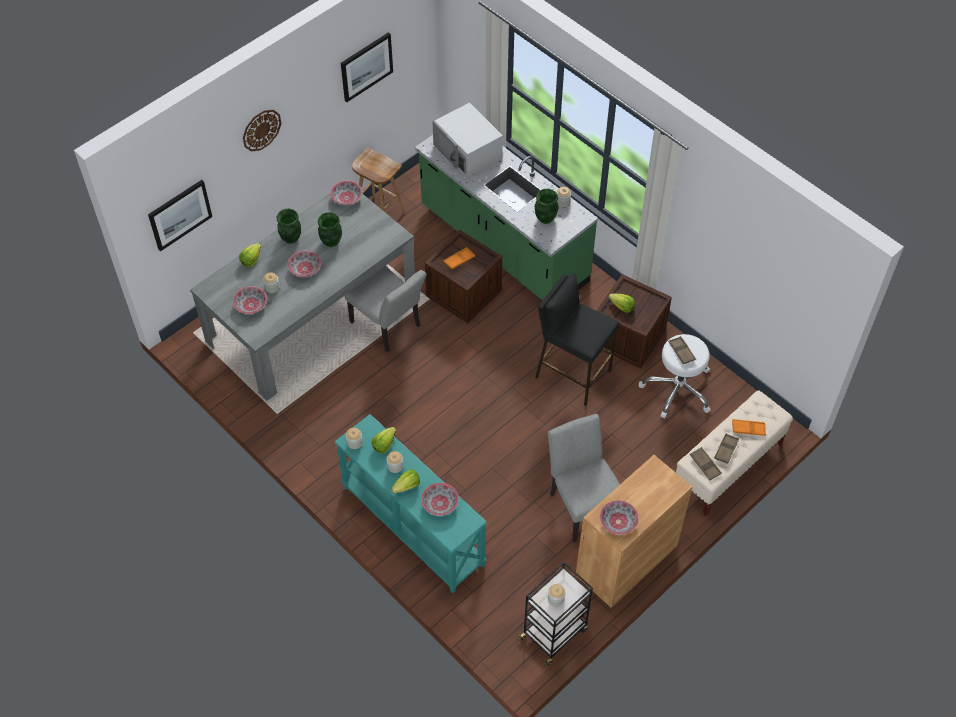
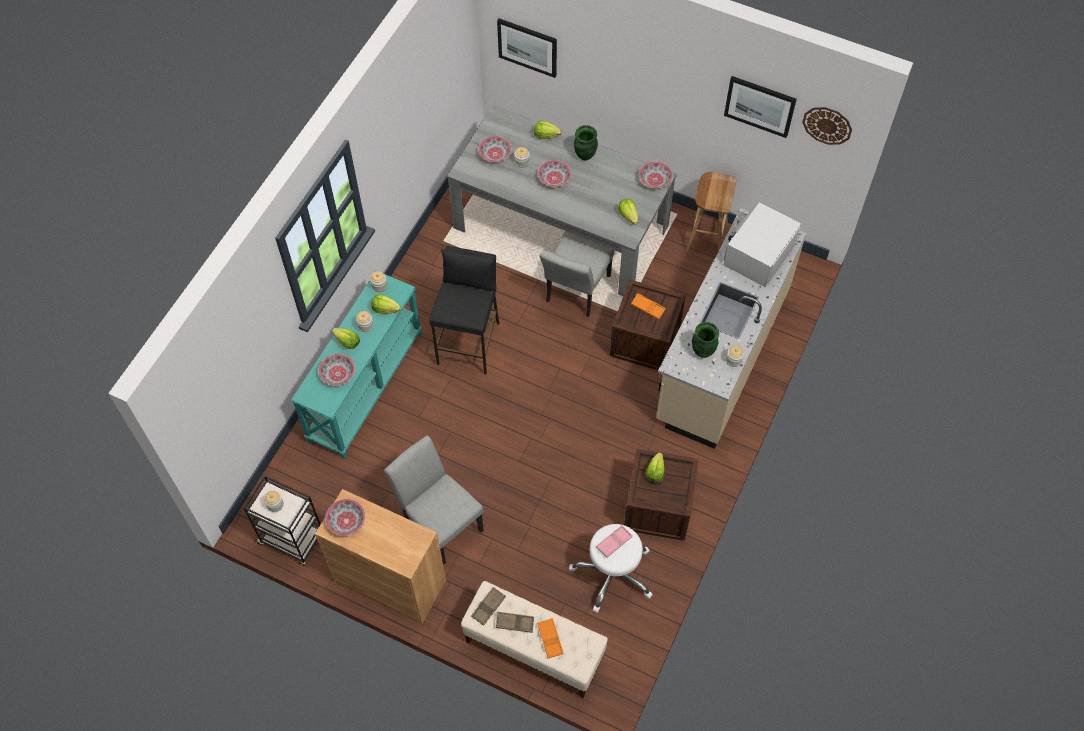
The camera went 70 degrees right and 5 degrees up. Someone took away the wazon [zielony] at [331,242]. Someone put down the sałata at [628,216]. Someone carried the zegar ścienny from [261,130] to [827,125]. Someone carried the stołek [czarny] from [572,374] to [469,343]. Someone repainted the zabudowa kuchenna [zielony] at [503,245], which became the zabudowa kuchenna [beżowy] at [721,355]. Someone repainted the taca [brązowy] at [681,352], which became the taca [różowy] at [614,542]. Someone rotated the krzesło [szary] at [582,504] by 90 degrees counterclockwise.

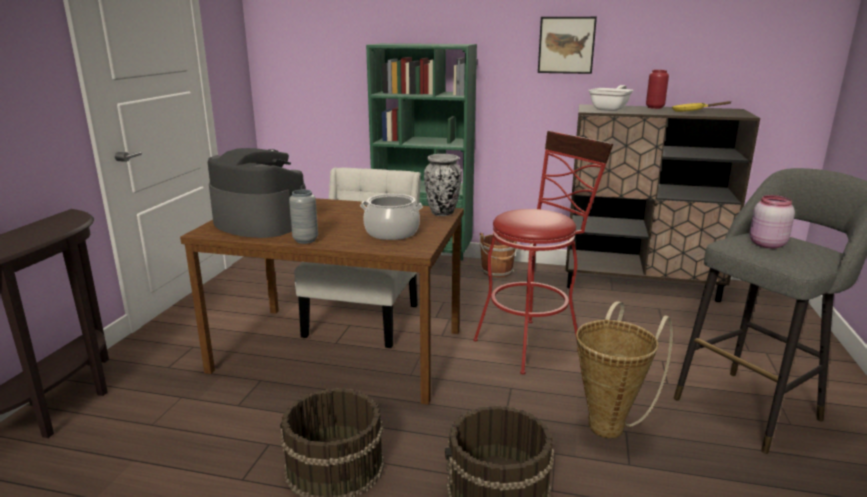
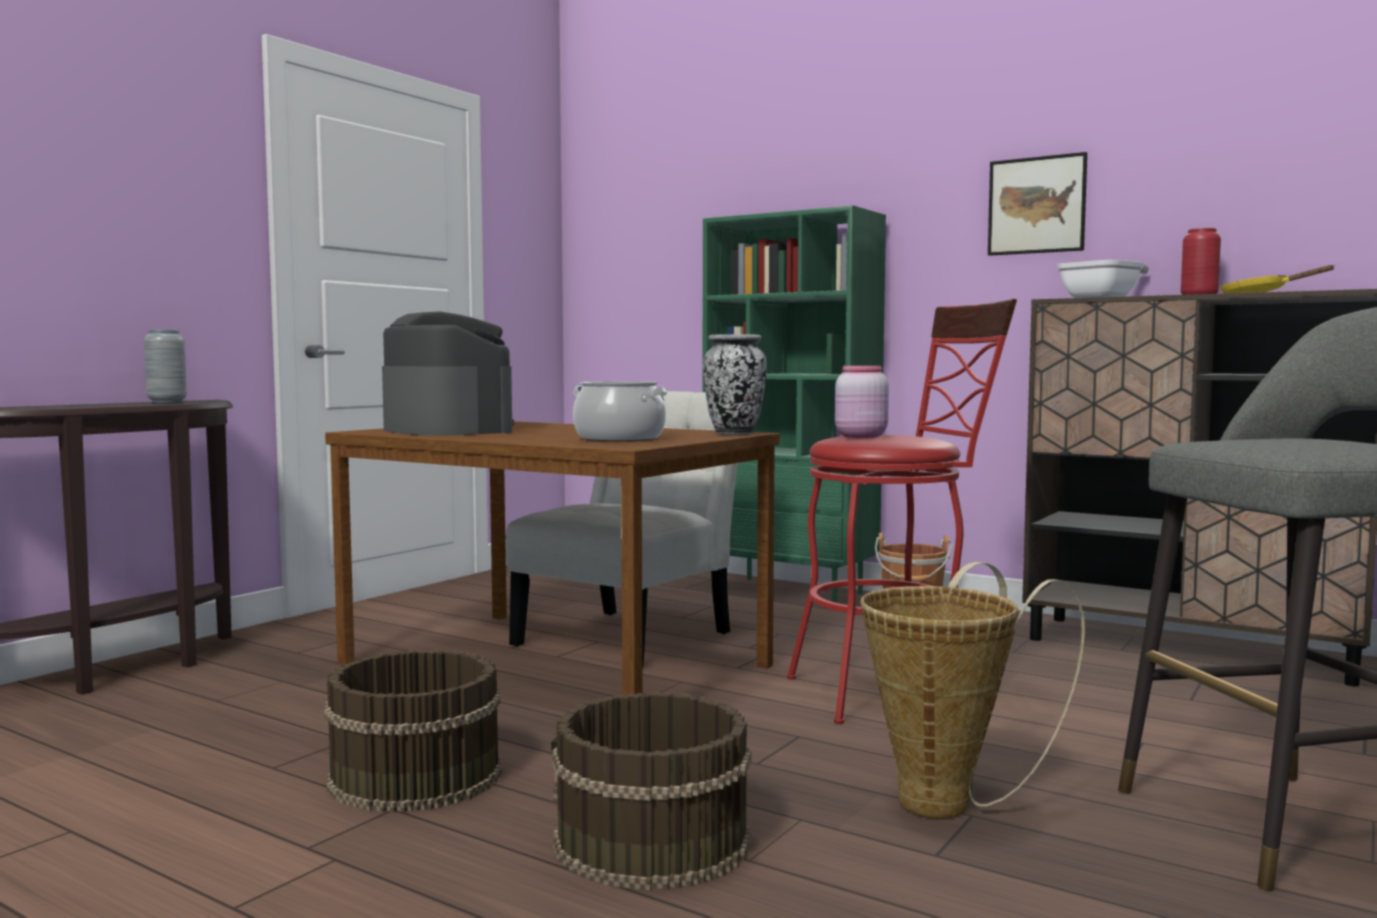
The camera went 20 degrees right and 15 degrees down. Someone carried the wazon [szary] from [305,240] to [167,402]. Someone carried the słoik [różowy] from [766,244] to [859,436].

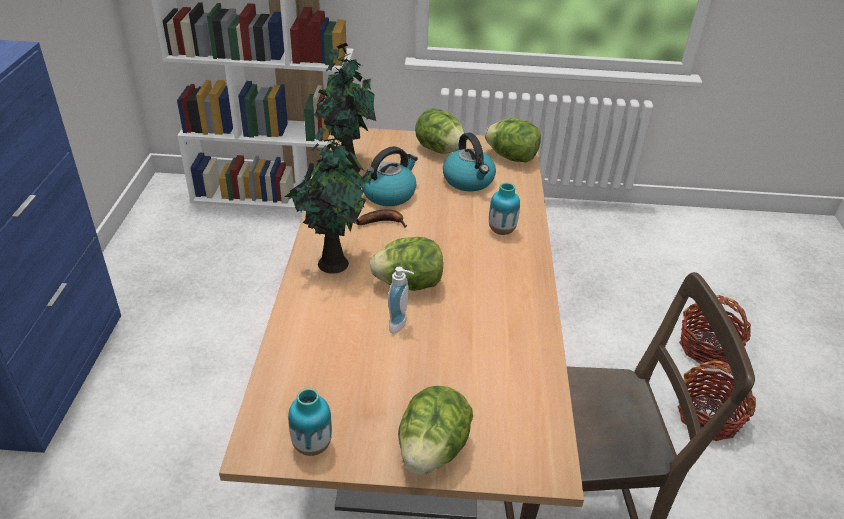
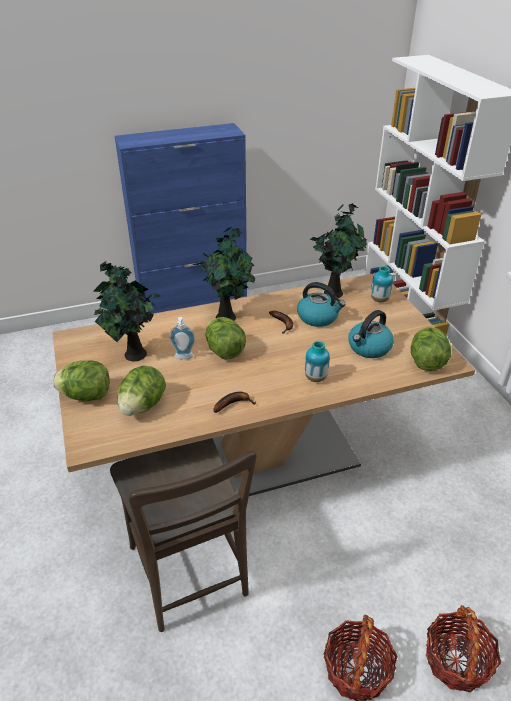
The camera went 70 degrees right and 0 degrees up. Someone put down the roślina doniczkowa at [133,355]. Someone put down the banan at [233,403]. Someone carried the wazon from [312,445] to [379,300]. Someone carried the sałata from [439,150] to [143,405].

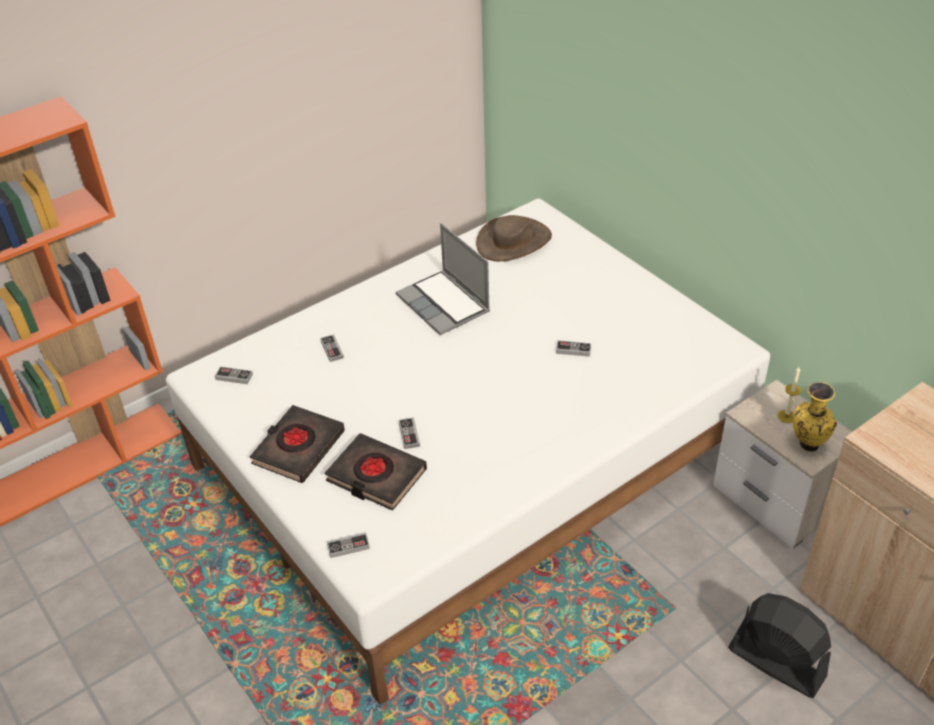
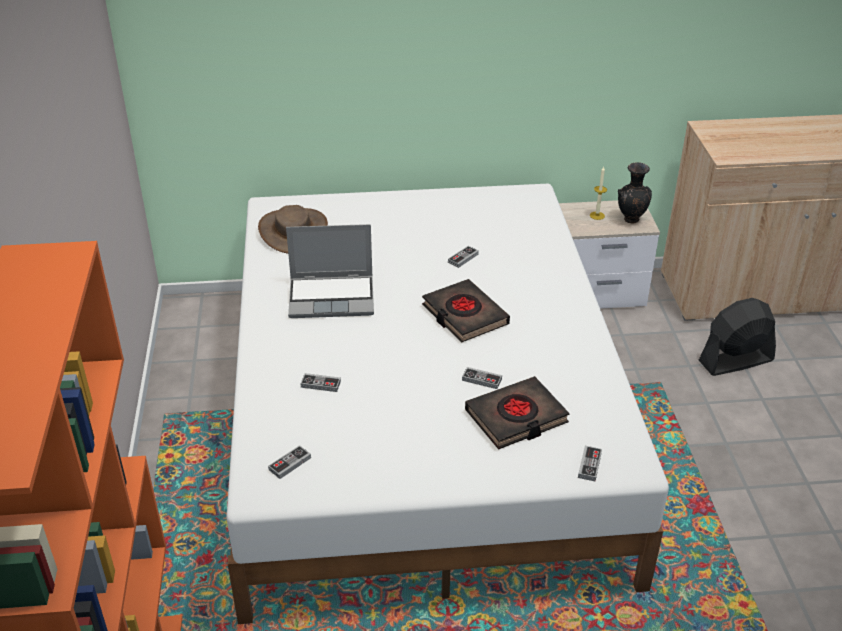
The camera went 60 degrees left and 5 degrees down. Someone carried the książka [czarny] from [298,448] to [464,315]. Someone repainted the wazon [żółty] at [807,445], which became the wazon [czarny] at [630,220].

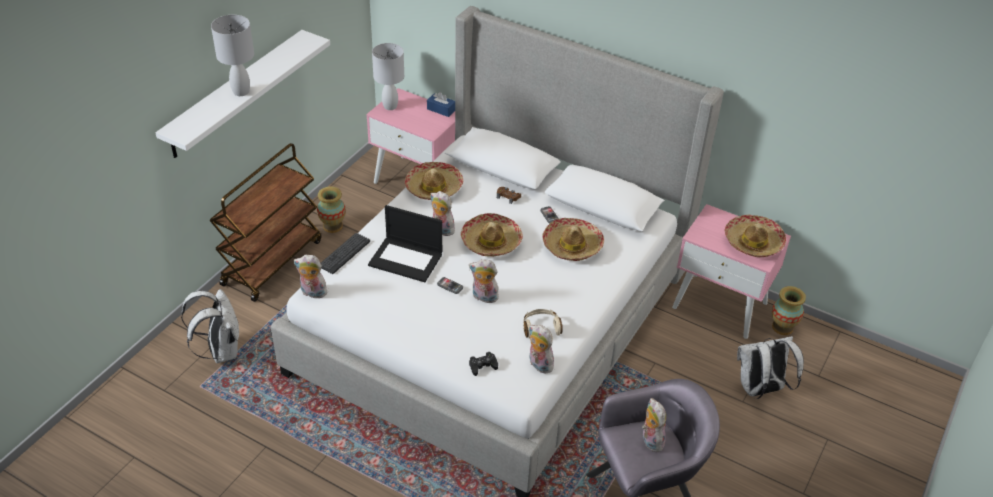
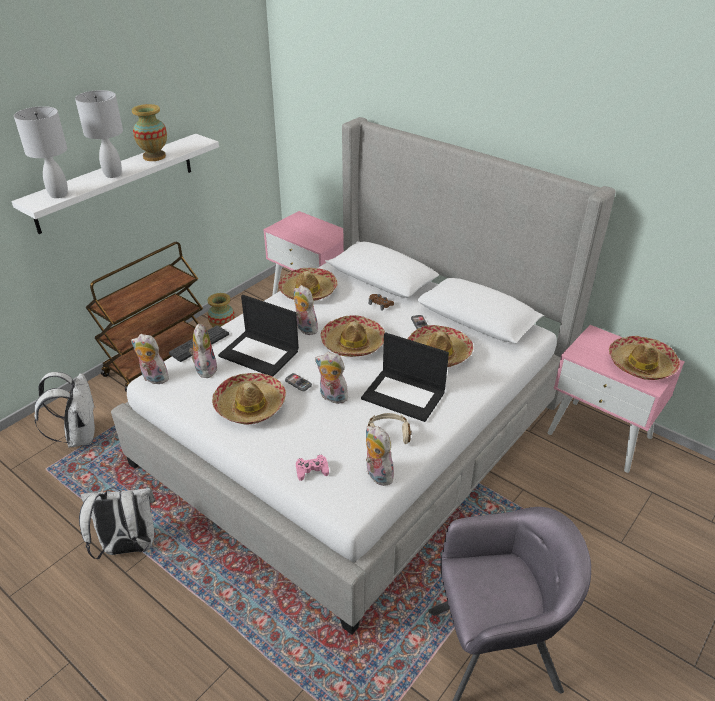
The camera went 10 degrees right and 5 degrees down. Someone took away the pudełko chusteczek [niebieski] at [441,109]. Someone put down the kapelusz at [250,405]. Someone put down the laptop at [404,395]. Someone carried the lampa stołowa [biały] from [390,107] to [58,195]. Someone carried the pluszak from [650,440] to [205,369]. Someone carried the plecak [biały] from [760,390] to [128,547]. Someone carried the wazon from [782,327] to [154,157]. Someone repainted the pad do gier [czarny] at [482,366], which became the pad do gier [różowy] at [312,470].

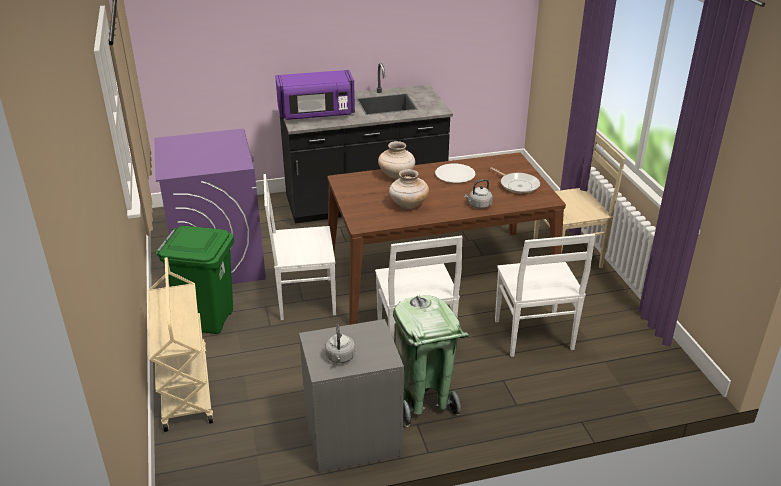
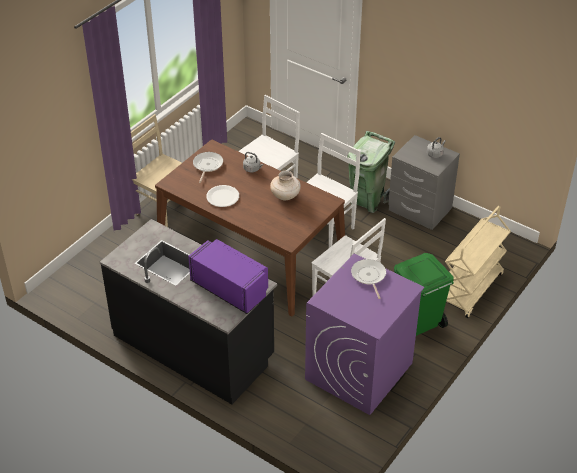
The camera went 130 degrees left and 10 degrees up. Someone took away the wazon [beżowy] at [396,175]. Someone put down the patelnia at [368,276].

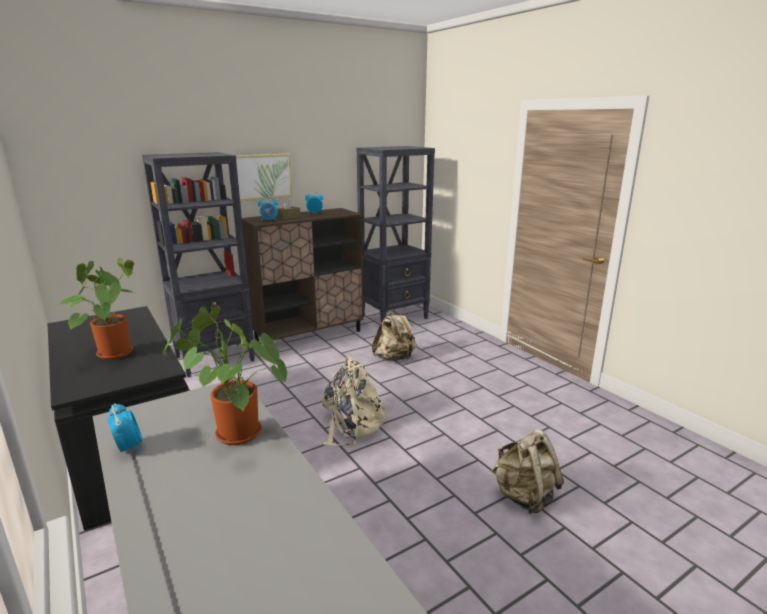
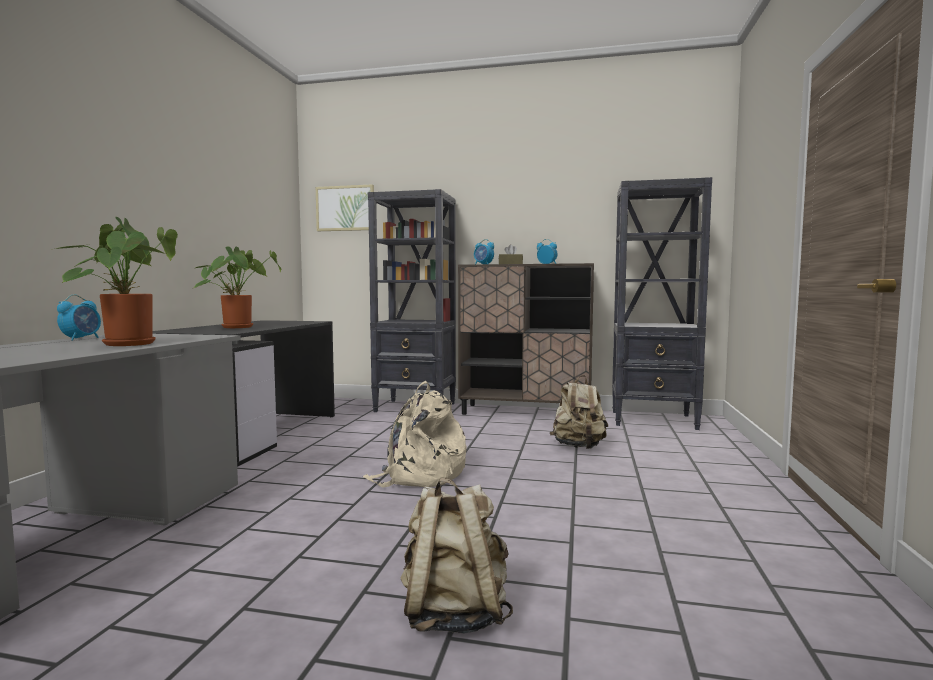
The camera went 45 degrees right and 15 degrees down. Someone carried the obraz from [262,177] to [345,208].

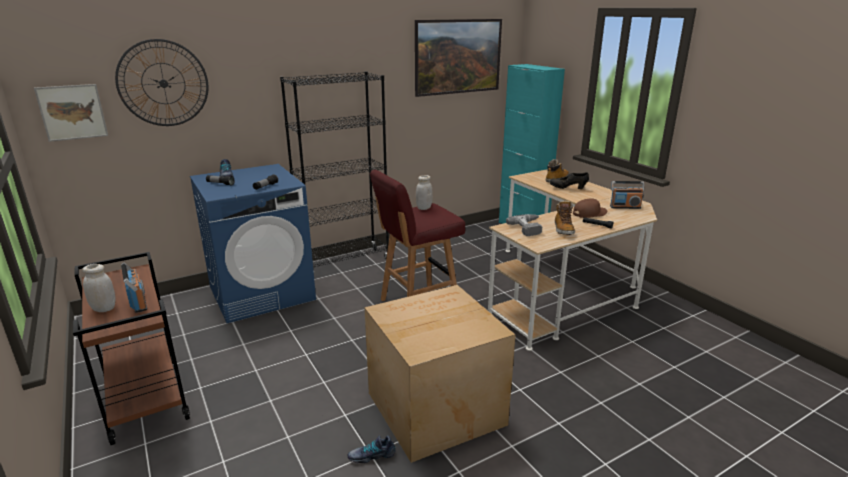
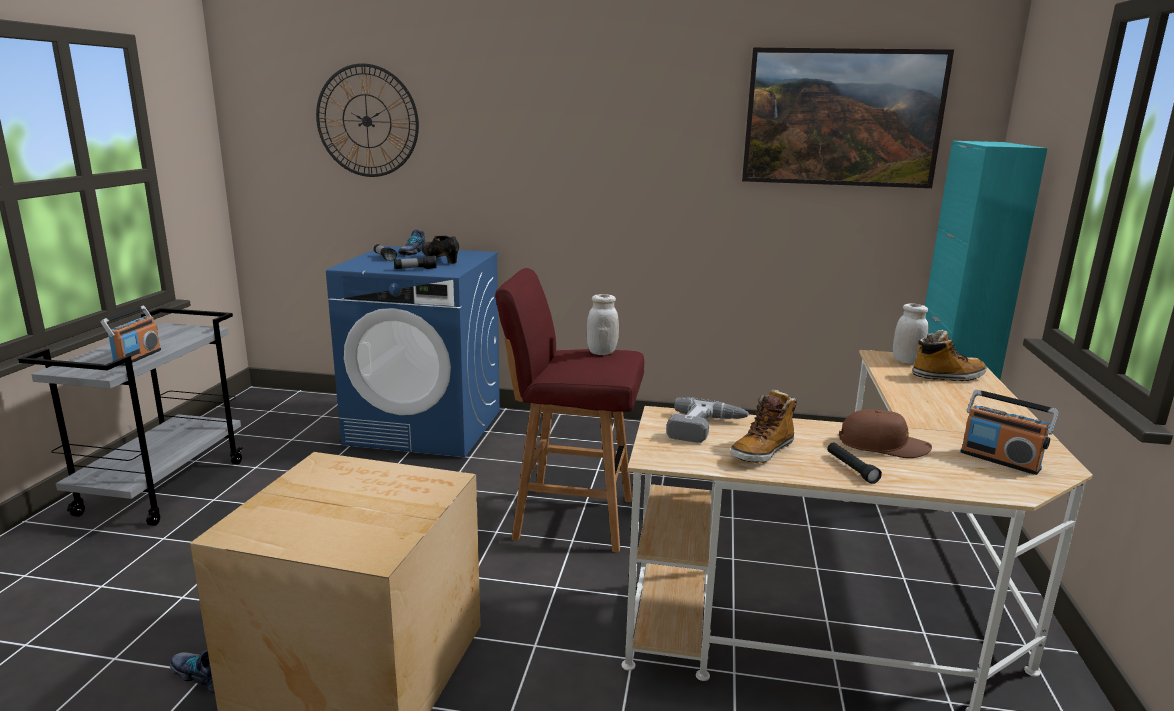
The camera went 40 degrees right and 5 degrees down. Someone took away the obraz at [72,112]. Someone took away the regał [czarny] at [345,263]. Someone carried the słoik [biały] from [104,308] to [906,361]. Someone carried the but [czarny] from [568,188] to [441,260]. Someone repainted the wózek [brązowy] at [144,398], which became the wózek [szary] at [163,487].

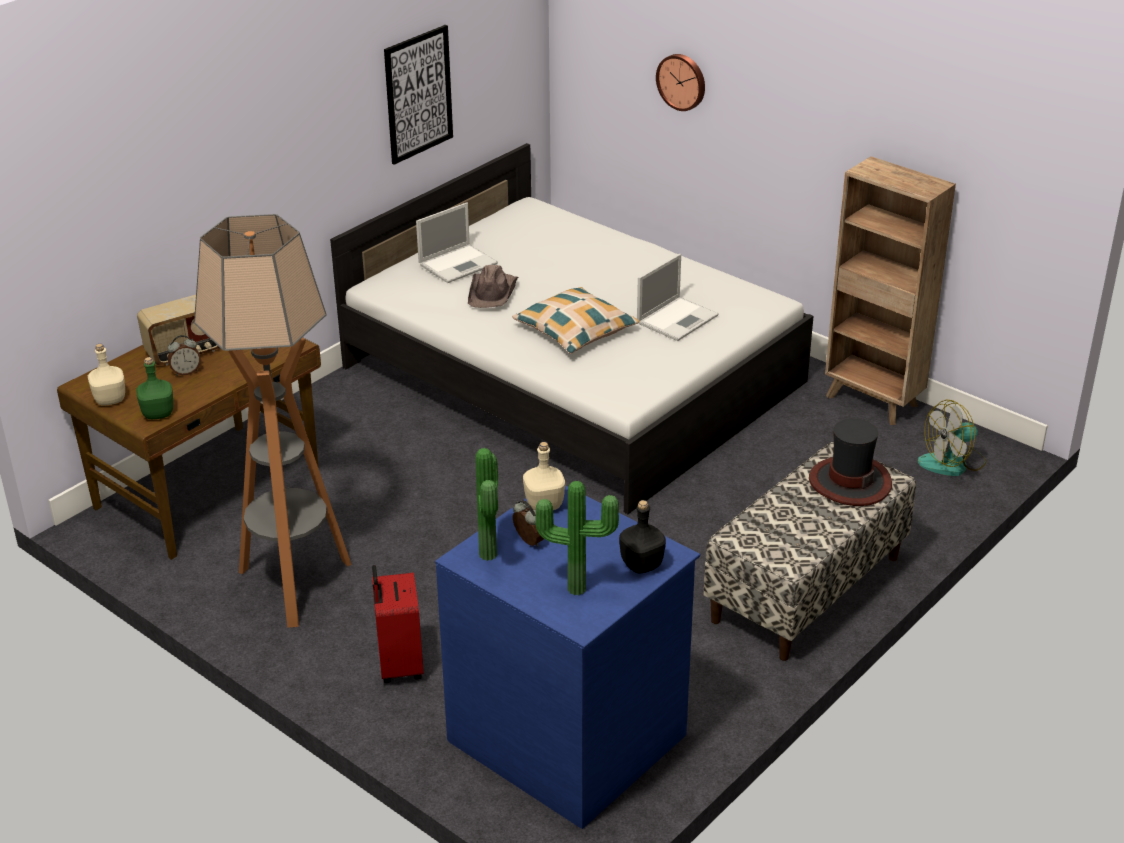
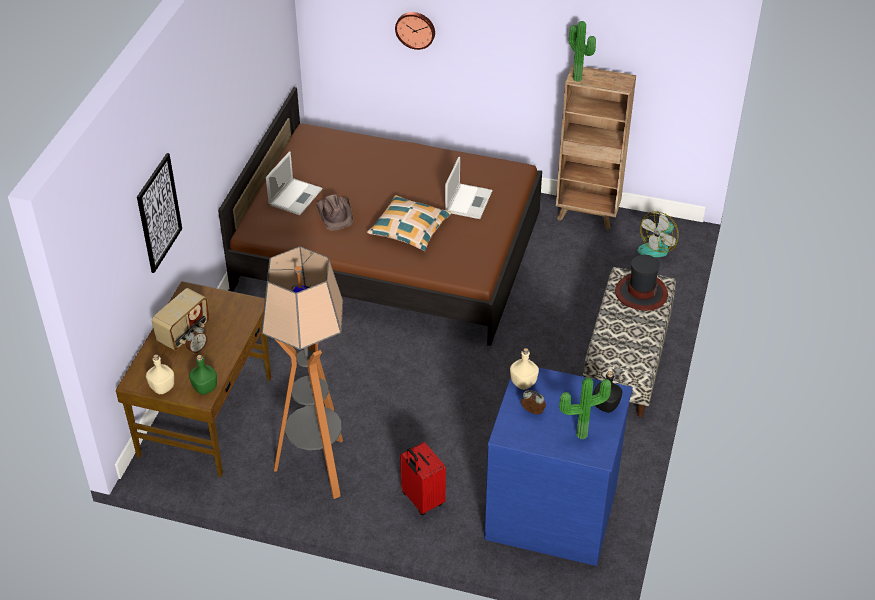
The camera went 25 degrees left and 10 degrees up. Someone carried the obraz from [418,94] to [159,213]. Someone carried the roślina doniczkowa from [491,554] to [578,78]. Someone repainted the łóżko [biały] at [572,375], which became the łóżko [brązowy] at [388,250].

